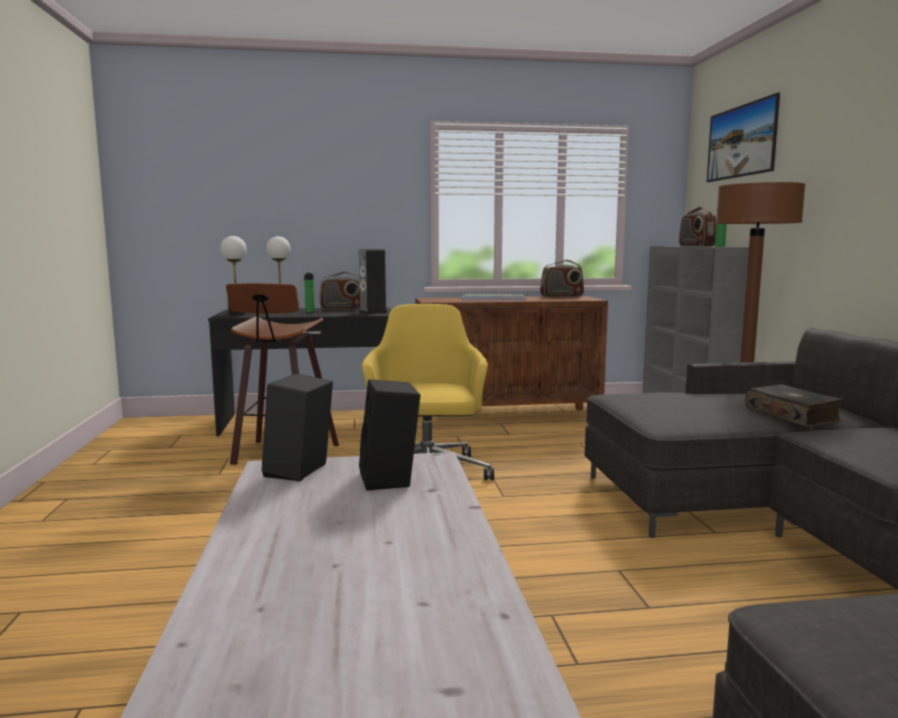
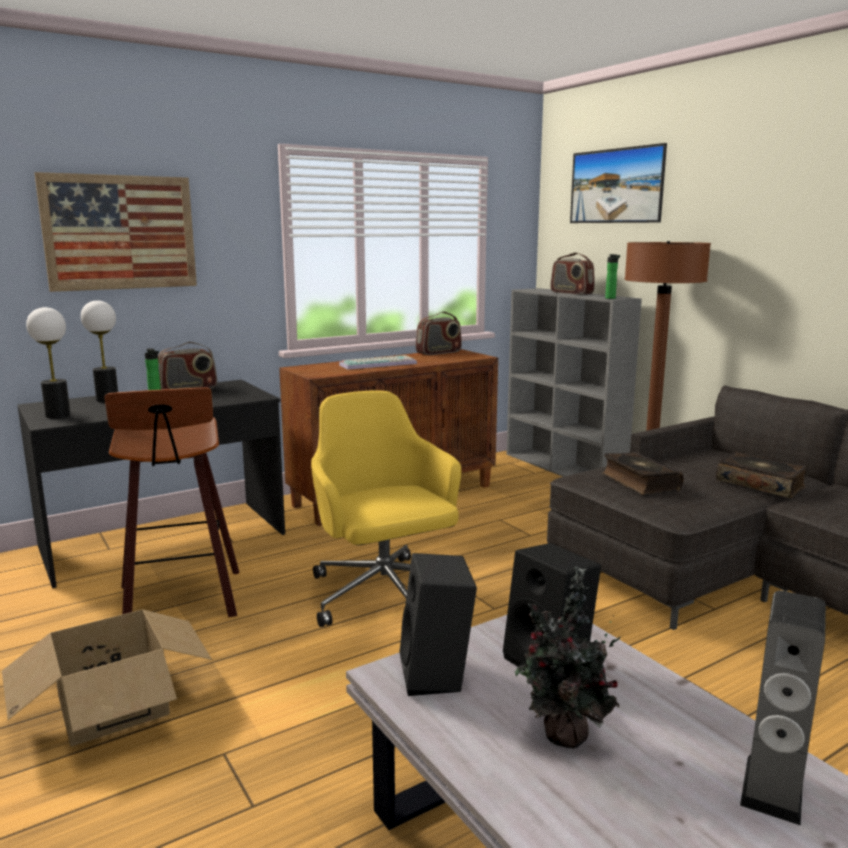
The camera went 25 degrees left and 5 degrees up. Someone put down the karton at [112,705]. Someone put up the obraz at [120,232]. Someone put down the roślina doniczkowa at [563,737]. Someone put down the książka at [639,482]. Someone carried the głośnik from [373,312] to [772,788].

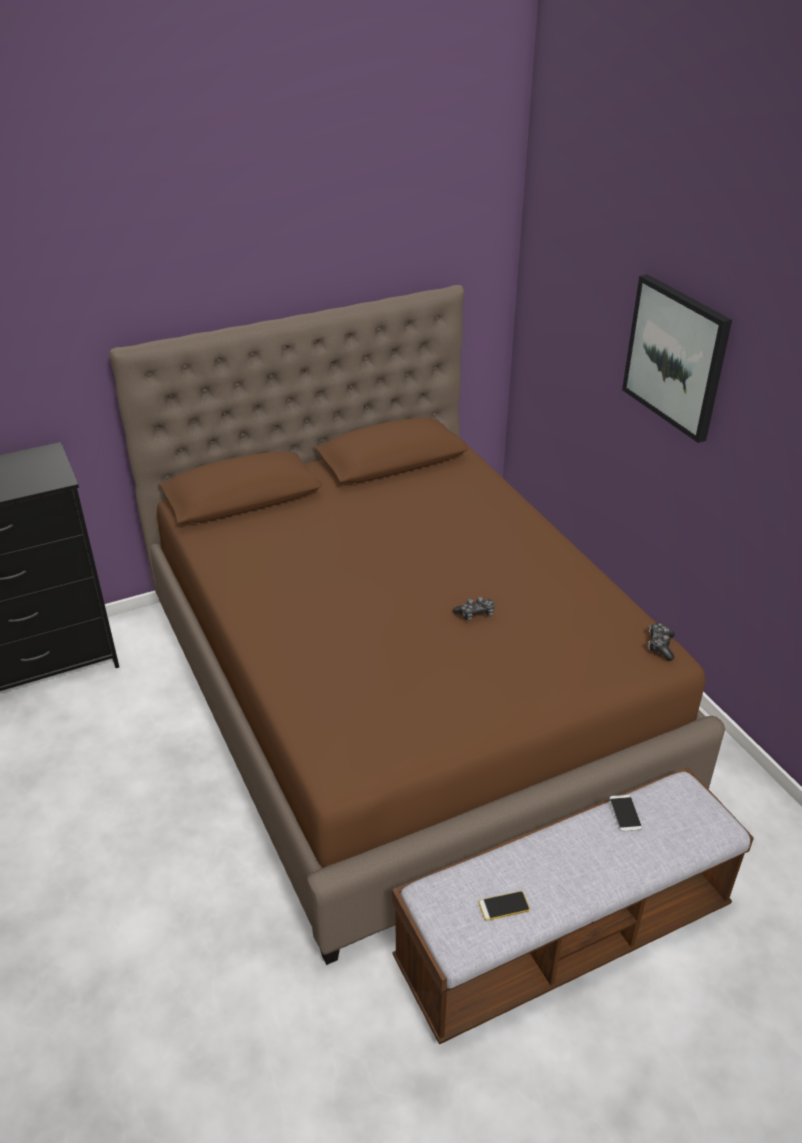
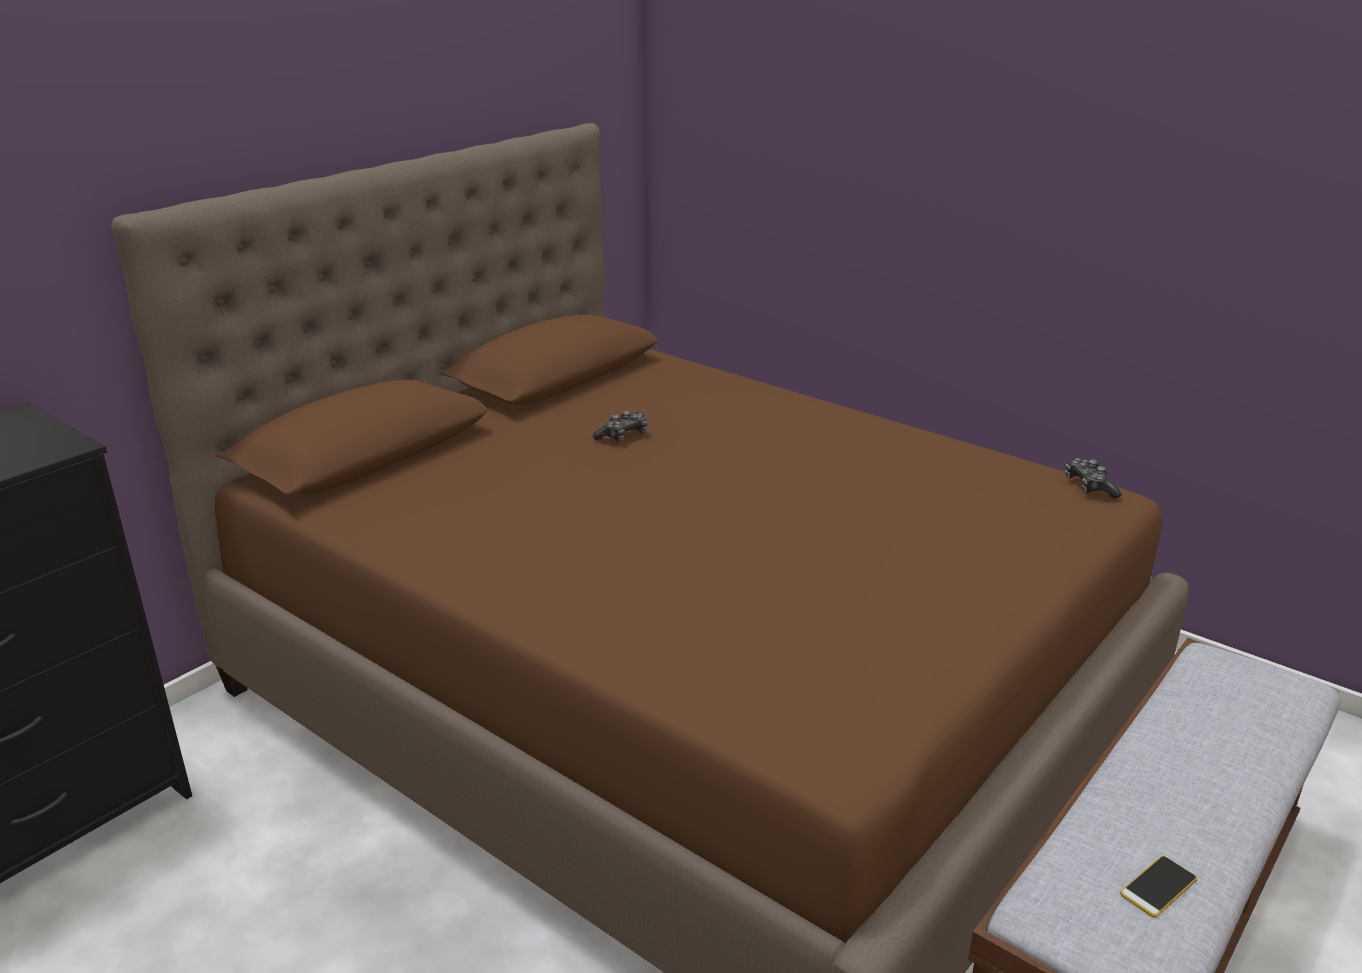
The camera went 25 degrees left and 10 degrees down. Someone took away the telefon at [625,813]. Someone took away the obraz at [676,356]. Someone carried the pad do gier from [475,614] to [623,436].

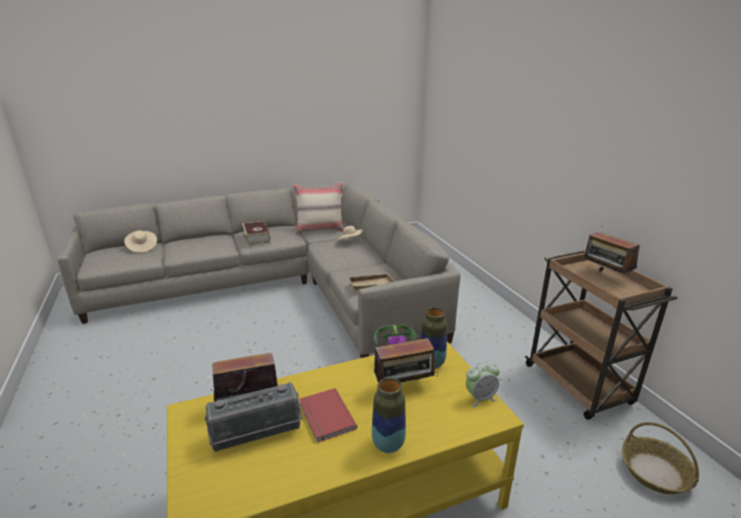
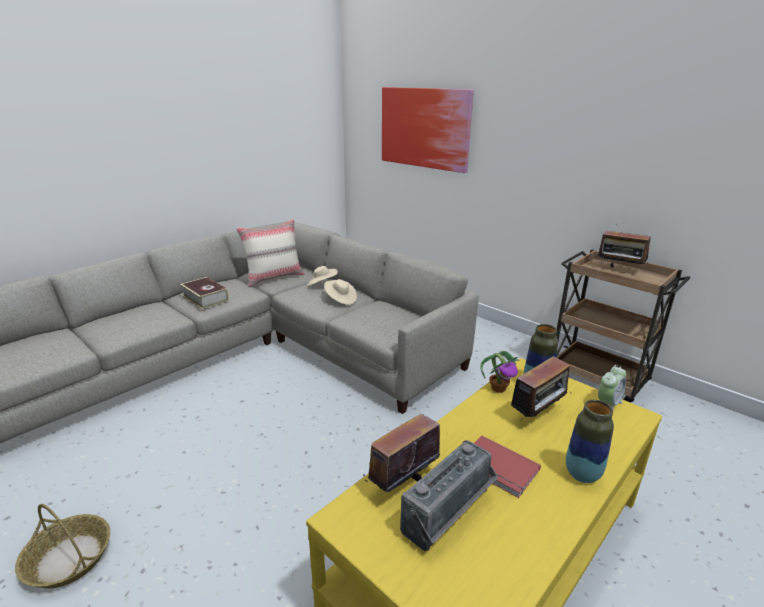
The camera went 25 degrees left and 0 degrees up. Someone took away the taca [beżowy] at [371,283]. Someone put up the obraz at [424,128]. Someone carried the kapelusz [beżowy] from [142,247] to [340,299]. Someone carried the koszyk from [654,472] to [68,559].

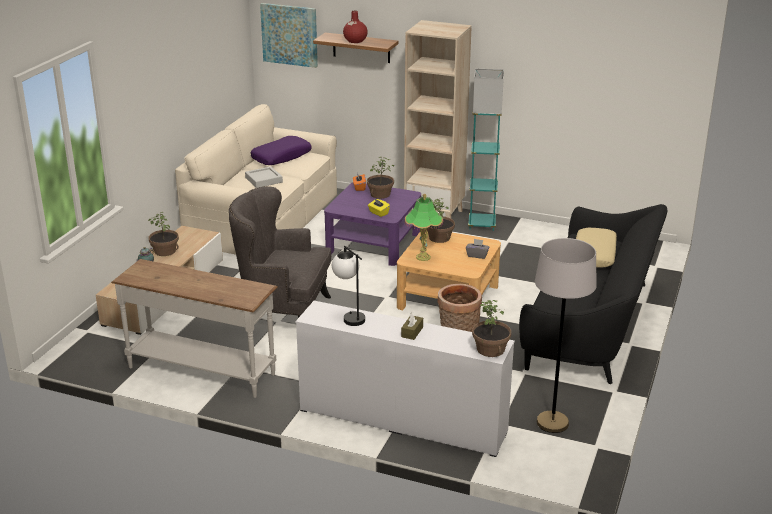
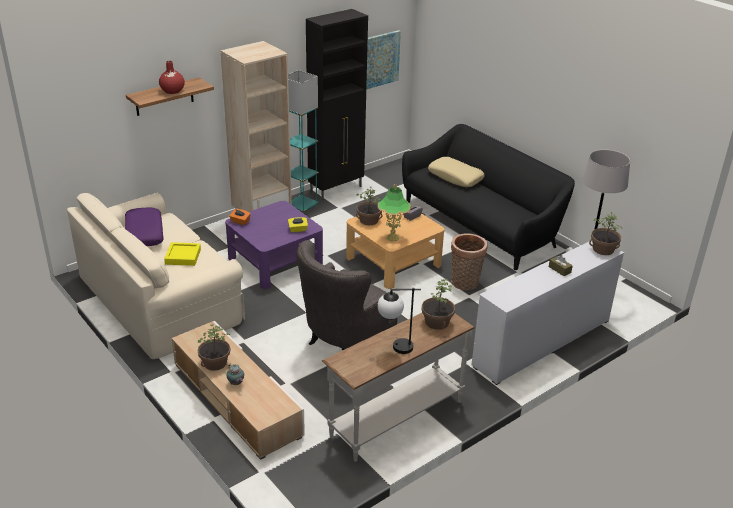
The camera went 60 degrees left and 5 degrees up. Someone put down the szafka [czarny] at [337,189]. Someone carried the obraz from [289,34] to [377,60]. Someone carried the lampa stołowa from [349,316] to [394,347]. Someone carried the roślina doniczkowa from [380,194] to [436,322]. Someone repainted the taca [szary] at [264,180], which became the taca [żółty] at [183,257].

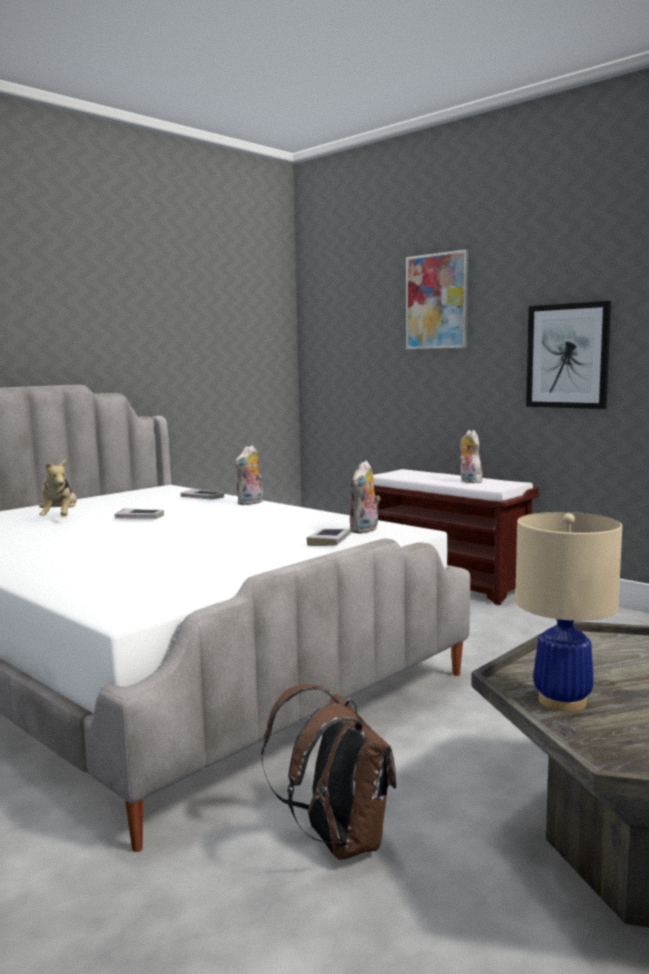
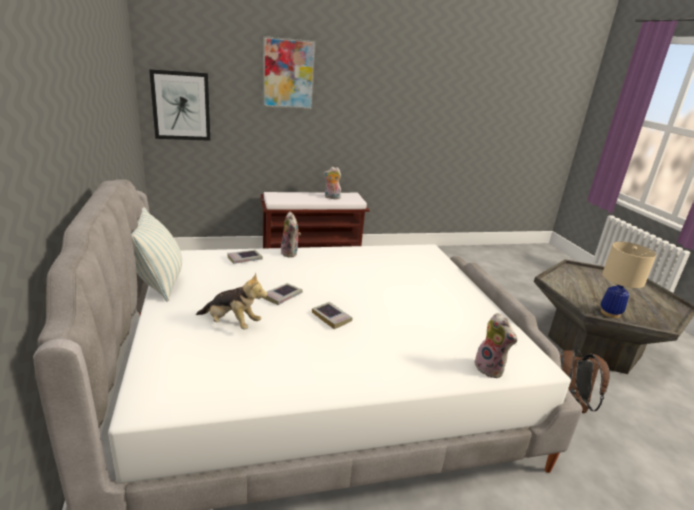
The camera went 60 degrees left and 15 degrees up. Someone put down the poduszka at [159,283]. Someone carried the książka from [329,541] to [331,317]. Someone carried the pluszak from [365,530] to [490,369]. Someone carried the obraz from [567,356] to [181,106].

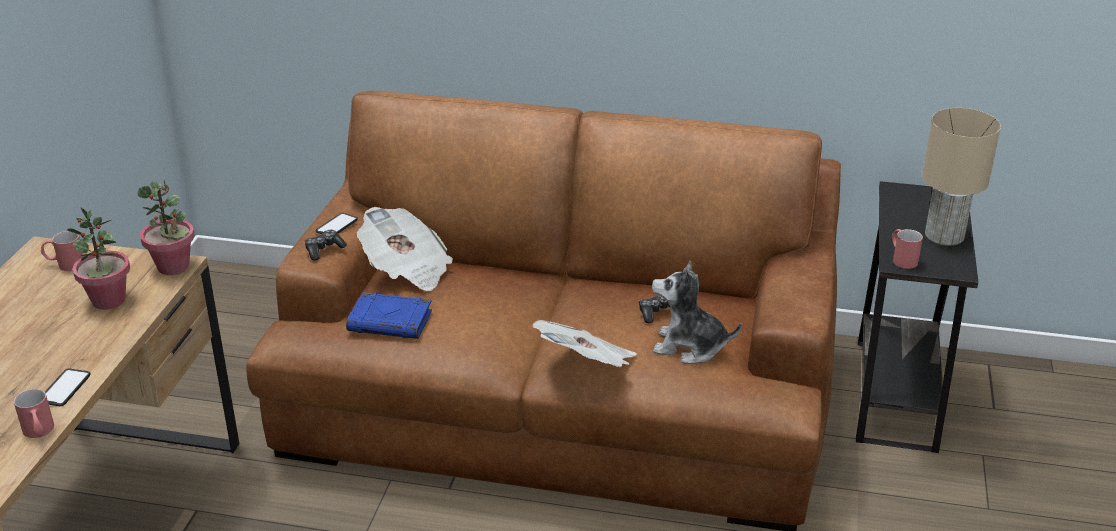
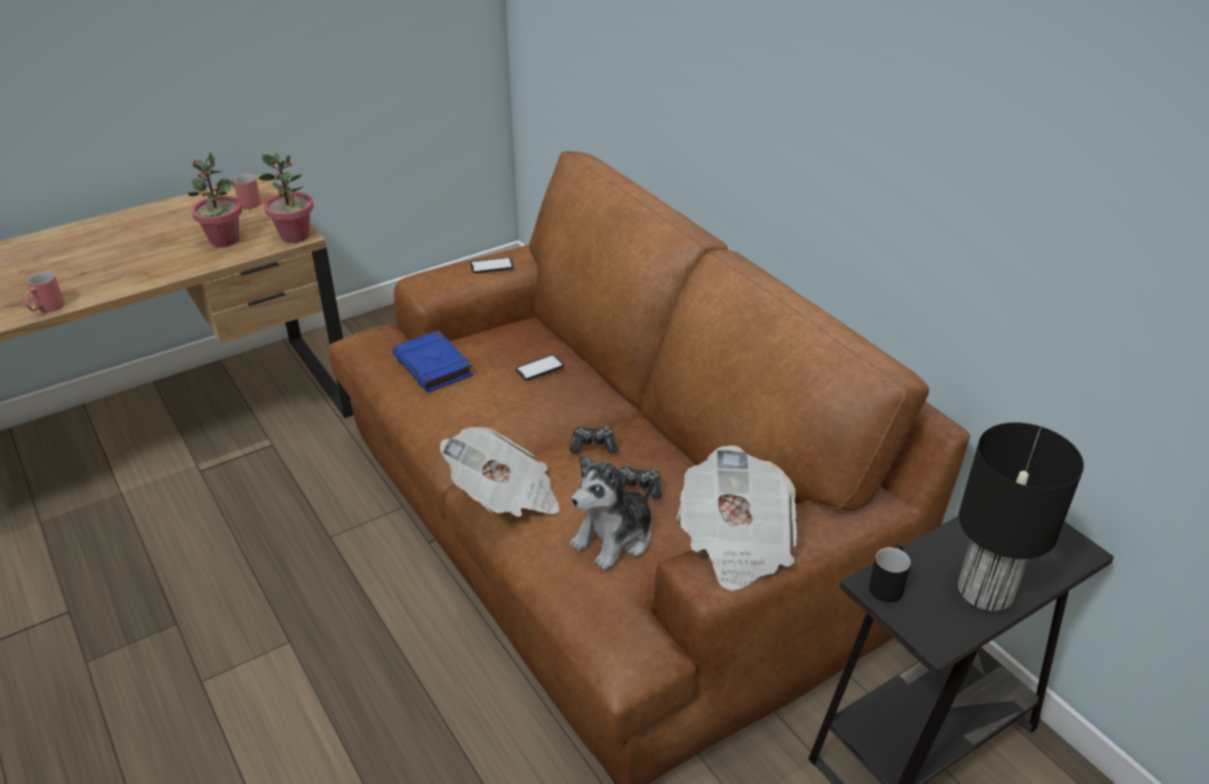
The camera went 45 degrees right and 5 degrees up. Someone carried the telefon from [65,388] to [539,368]. Someone carried the pad do gier from [324,250] to [593,445]. Someone carried the gazeta from [407,269] to [736,542]. Someone repainted the kubek [czerwony] at [901,259], which became the kubek [czarny] at [888,583]. Someone repainted the lampa stołowa [beżowy] at [945,236], which became the lampa stołowa [czarny] at [986,592]. Someone rotated the pluszak at [689,347] by 105 degrees counterclockwise.

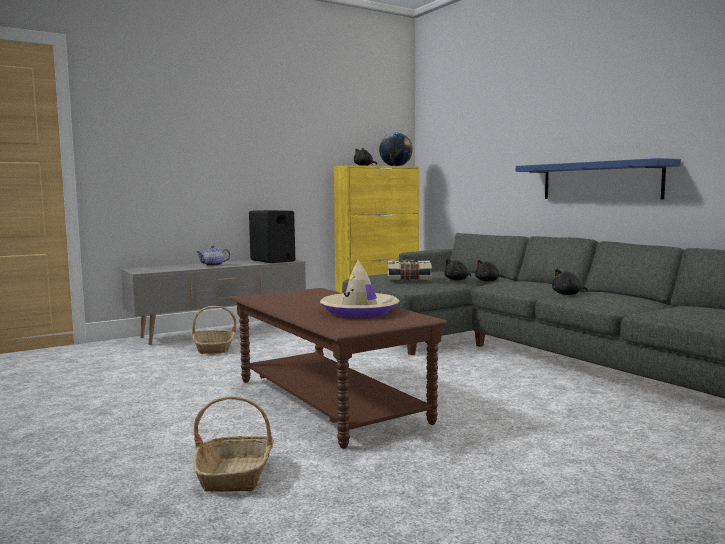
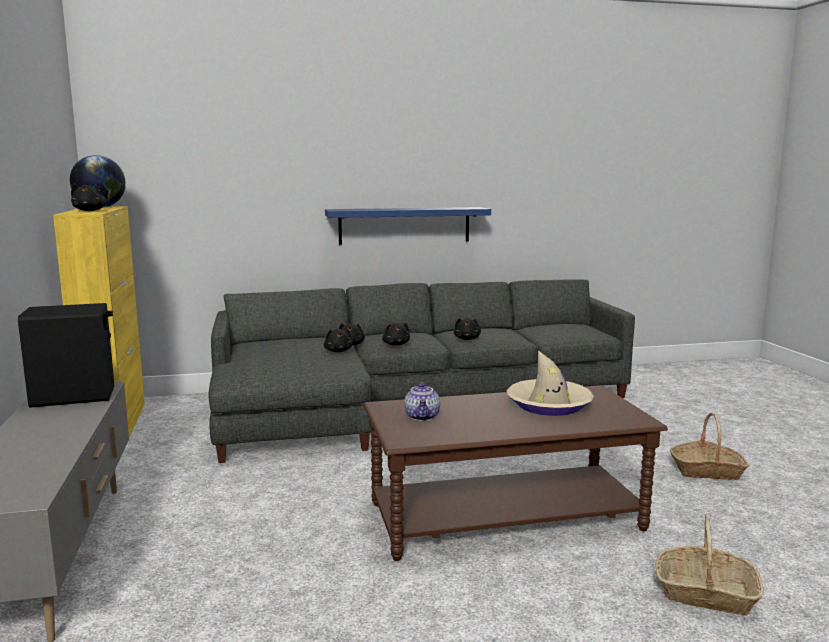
The camera went 70 degrees left and 5 degrees up. Someone took away the książka at [409,279]. Someone put down the pluszak [czarny] at [396,344]. Someone carried the koszyk from [214,348] to [707,471]. Someone carried the imbryk from [213,265] to [423,417].

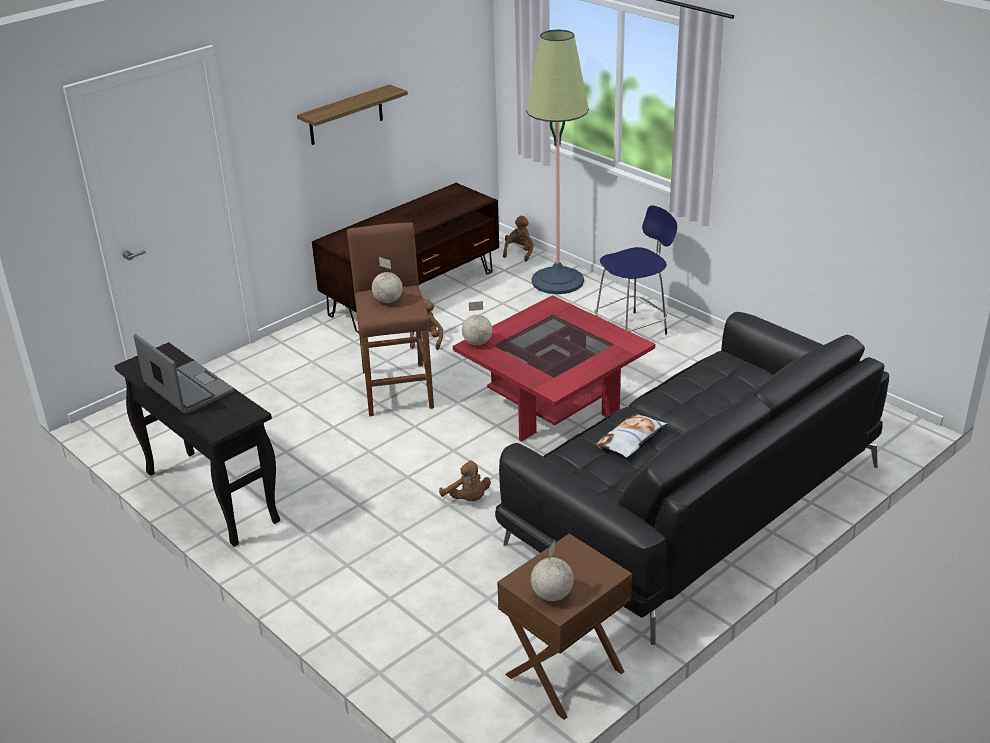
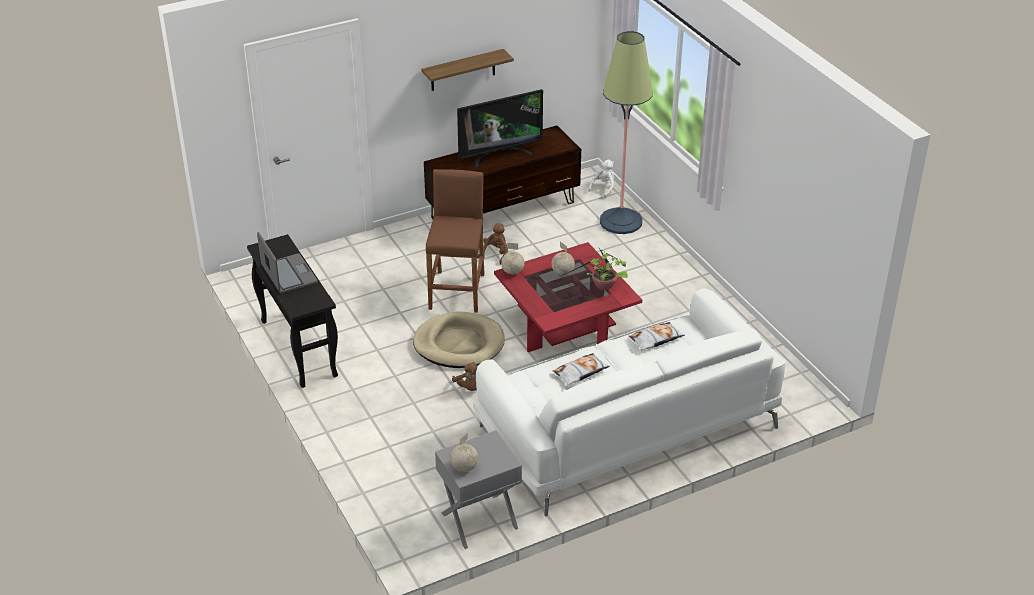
The camera went 15 degrees right and 5 degrees up. Someone took away the stołek [niebieski] at [632,330]. Someone put down the legowisko [beżowy] at [459,344]. Someone put down the telewizor at [499,154]. Someone put down the roślina doniczkowa at [602,287]. Someone put down the poduszka at [656,340]. Someone carried the globus from [388,300] to [562,272]. Someone repainted the kanapa [czarny] at [693,506], which became the kanapa [biały] at [625,427]. Someone repainted the stolik [brązowy] at [565,674], which became the stolik [szary] at [480,521]. Someone repainted the pluszak [brązowy] at [519,252], which became the pluszak [biały] at [603,188].

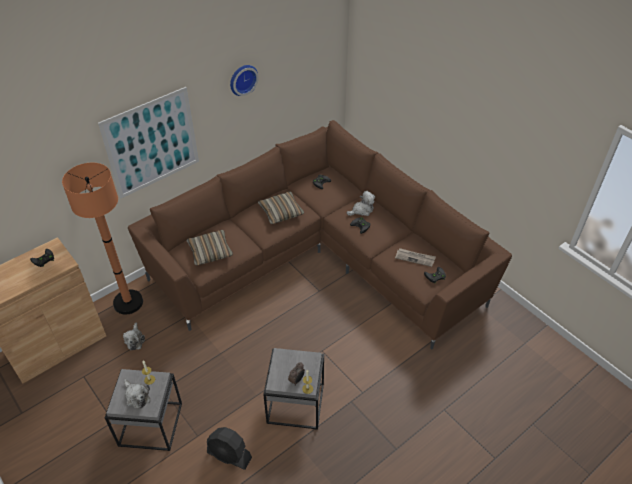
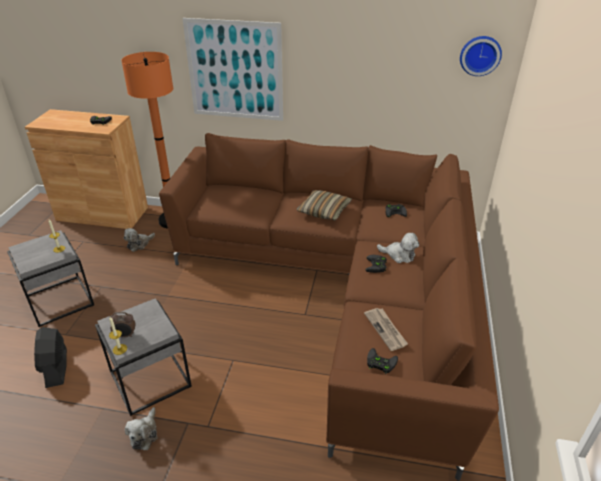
The camera went 50 degrees right and 10 degrees down. Someone took away the poduszka at [210,252]. Someone carried the pluszak from [137,396] to [144,434]. Someone carried the zegar ścienny from [242,79] to [480,55].

